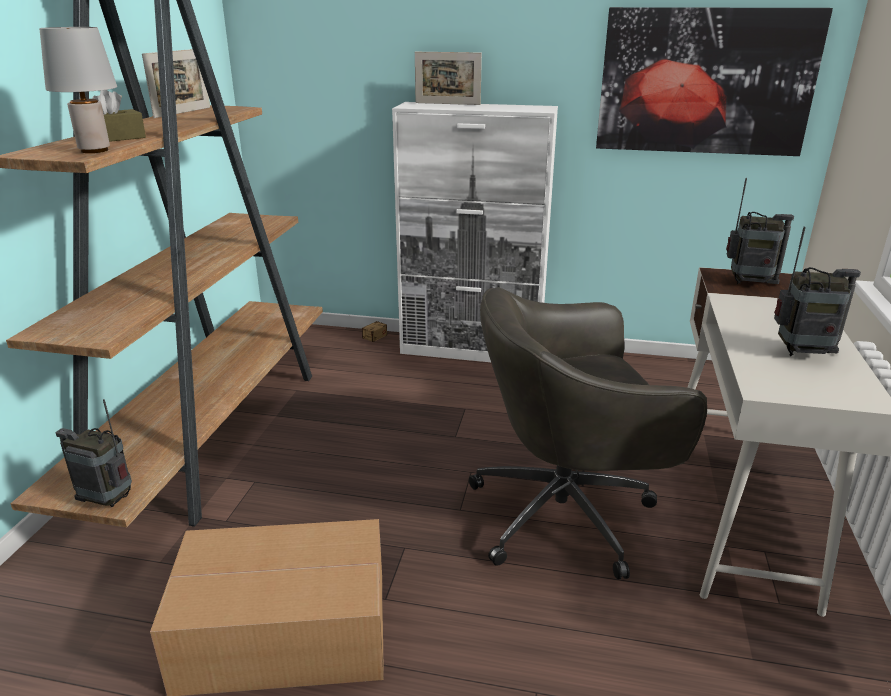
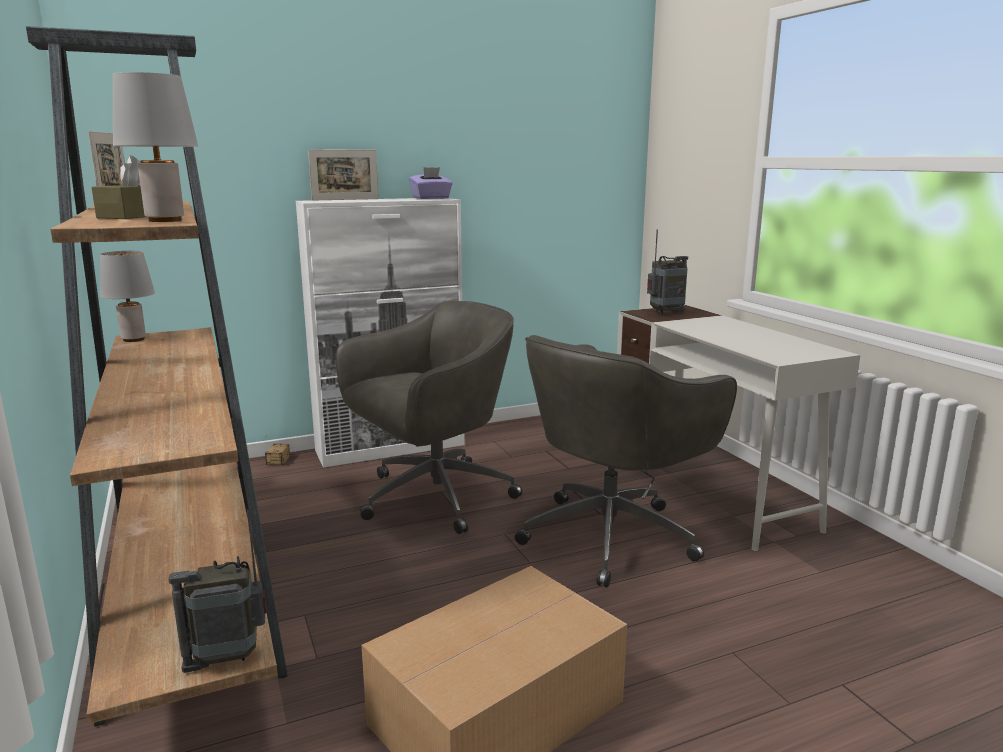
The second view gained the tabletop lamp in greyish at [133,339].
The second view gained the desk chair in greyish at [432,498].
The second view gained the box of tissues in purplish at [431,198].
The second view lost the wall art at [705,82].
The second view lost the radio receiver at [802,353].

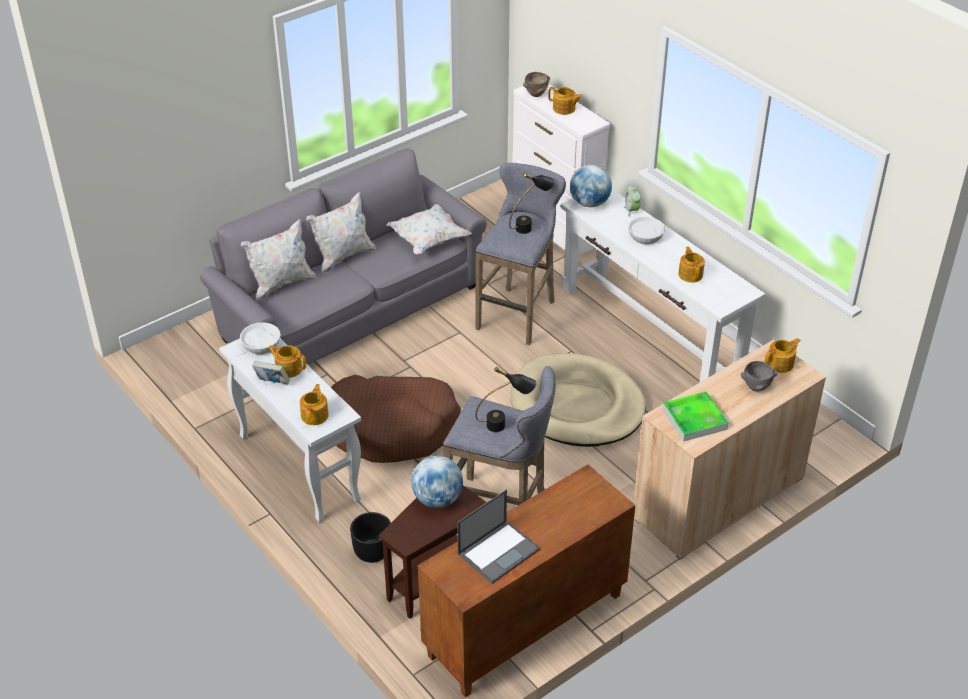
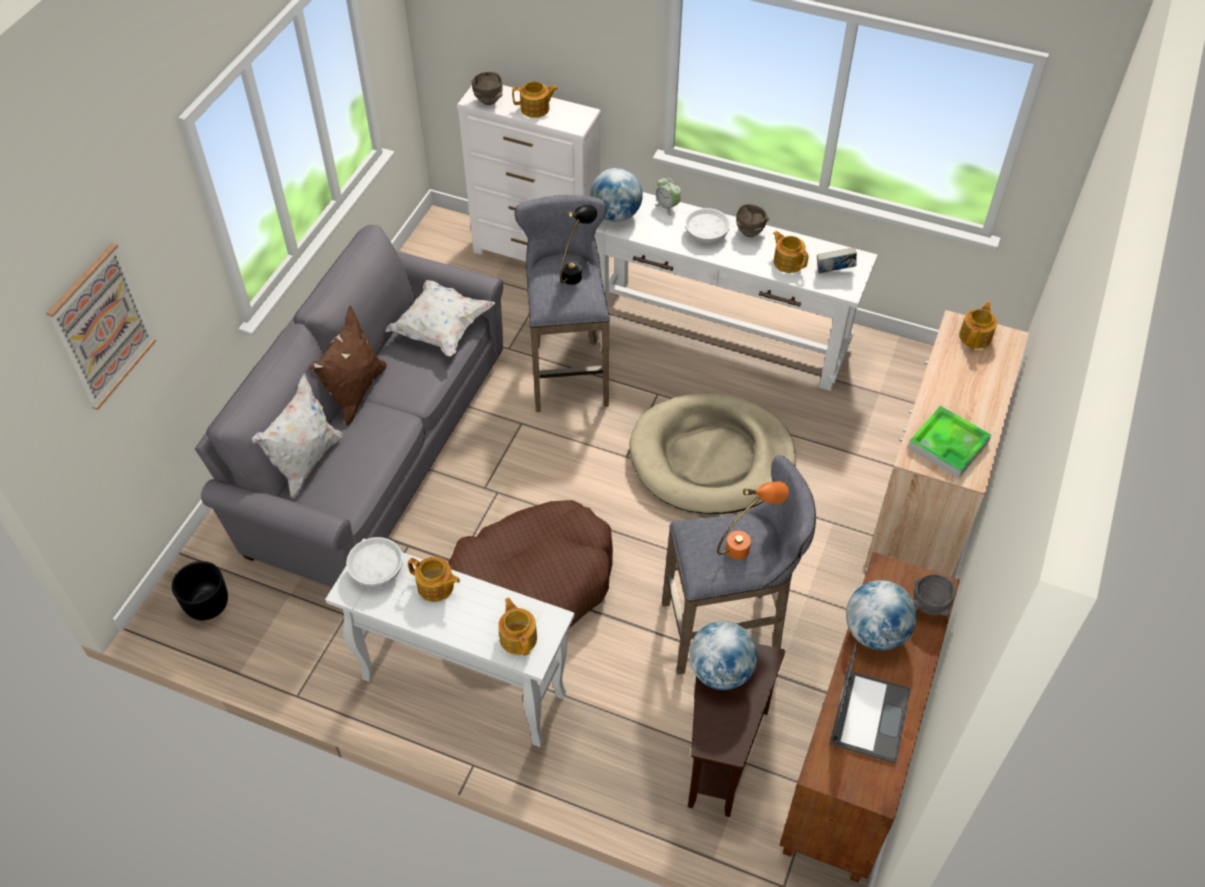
The second view gained the wall art at [102,327].
The plant pot in black-coloured ended up elsewhere, having gone from [373,551] to [207,604].
What was the throw pillow in whitish at [343,256] turned into the throw pillow in brownish at [355,392].
The tea pot at [288,368] ended up facing another way, 150 degrees counterclockwise from before.
What was the tabletop lamp in black-coloured at [505,425] turned into the tabletop lamp in orange at [747,544].
The second view gained the bowl in brownish at [750,233].
The bound book ended up elsewhere, having gone from [272,383] to [834,272].
The second view gained the desk globe at [875,632].
The bowl in greyish ended up elsewhere, having gone from [755,388] to [928,607].

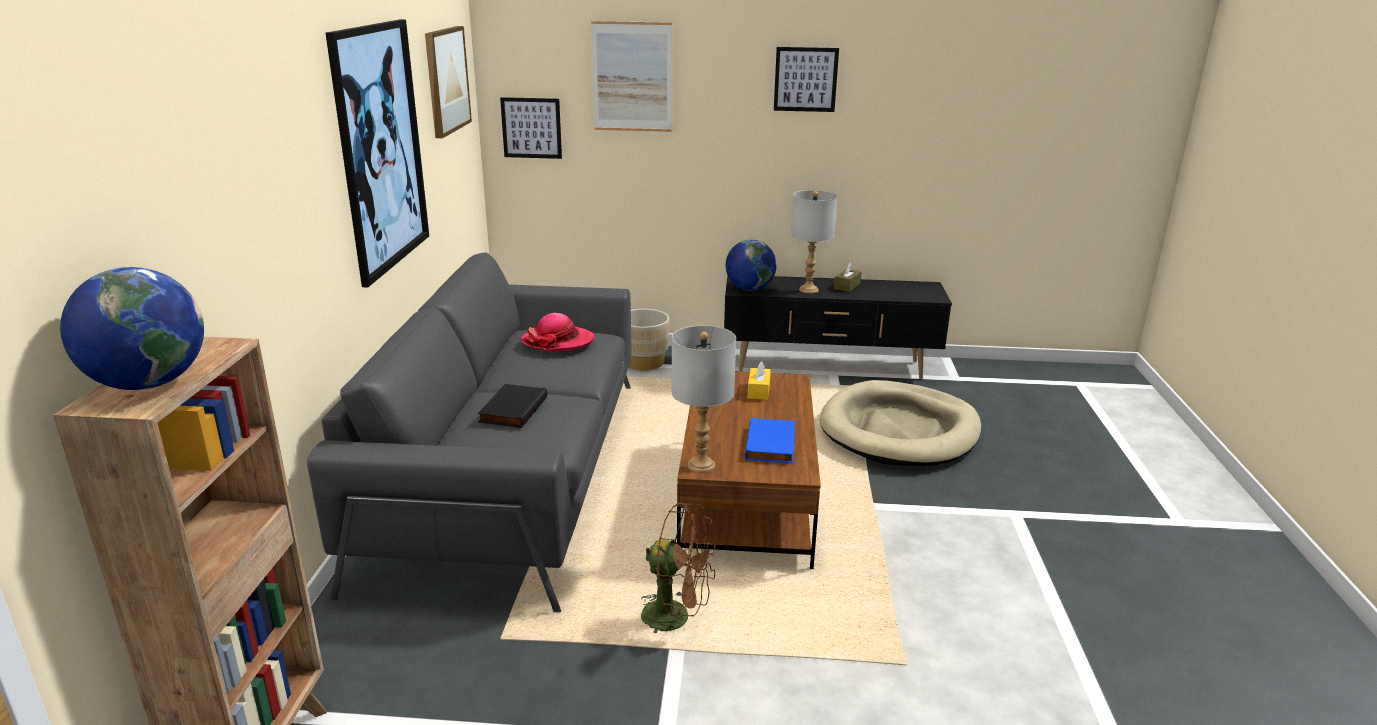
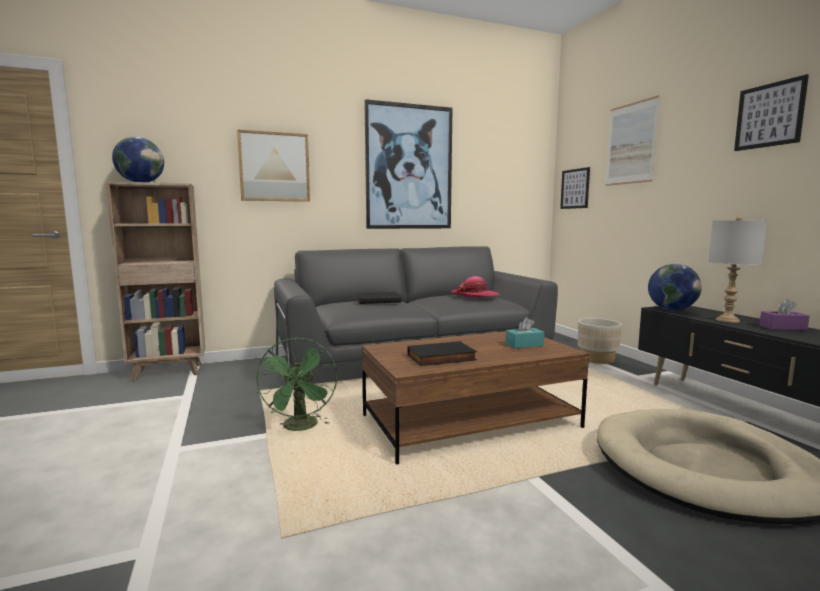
The wall art ended up elsewhere, having gone from [446,80] to [274,167].
What was the electric fan in brownish at [676,618] turned into the electric fan in green-coloured at [301,428].
What was the bound book in bluish at [772,445] turned into the bound book in black-coloured at [441,358].
What was the box of tissues in yellow at [758,391] turned into the box of tissues in turquoise-coloured at [524,345].
What was the box of tissues in brownish at [847,286] turned into the box of tissues in purplish at [782,327].
The second view lost the tabletop lamp in greyish at [701,465].

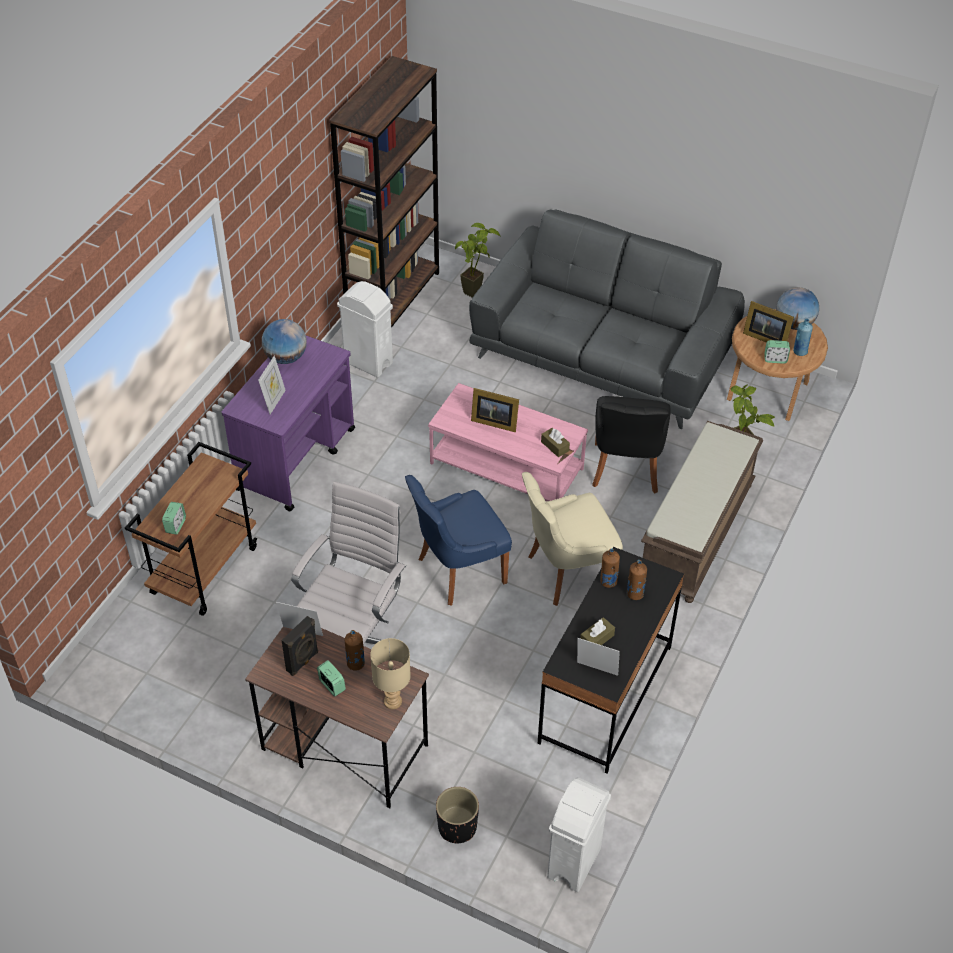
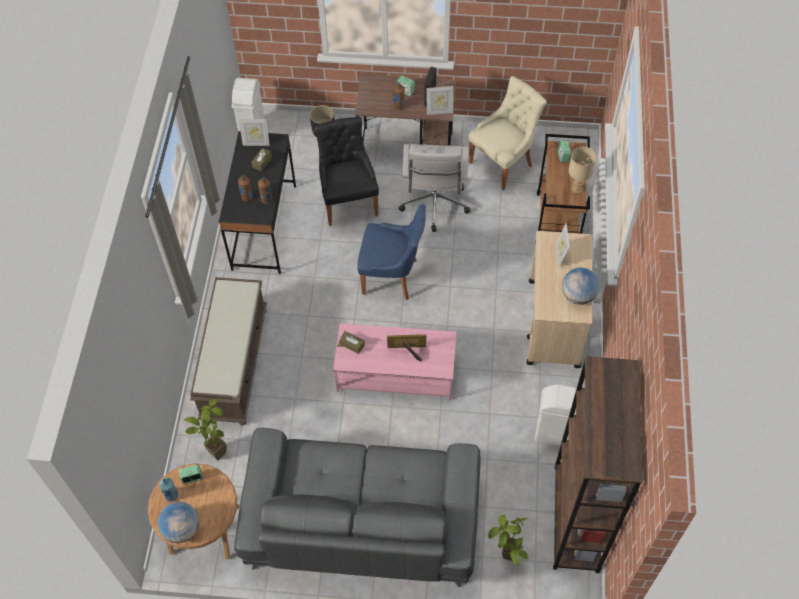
The upright chair in black-coloured ended up elsewhere, having gone from [626,470] to [348,201].
The upright chair in bluish at [458,571] ended up facing another way, 60 degrees clockwise from before.
The upright chair in beige ended up elsewhere, having gone from [566,572] to [503,163].
What was the trolley in purplish at [296,458] turned into the trolley in beige at [553,324].
The tabletop lamp in beige ended up elsewhere, having gone from [393,701] to [576,189].
The second view lost the picture frame at [764,337].

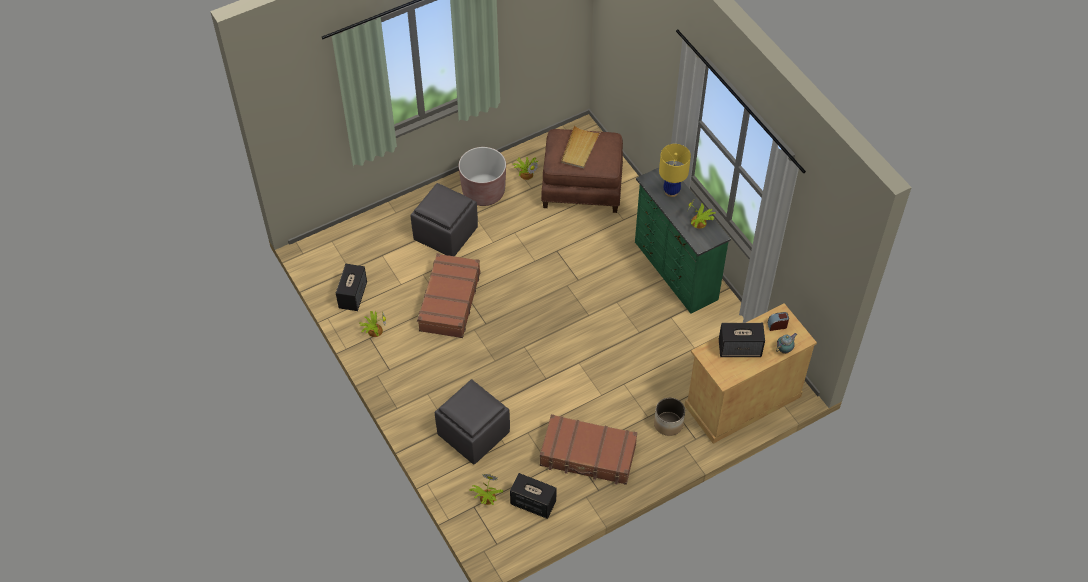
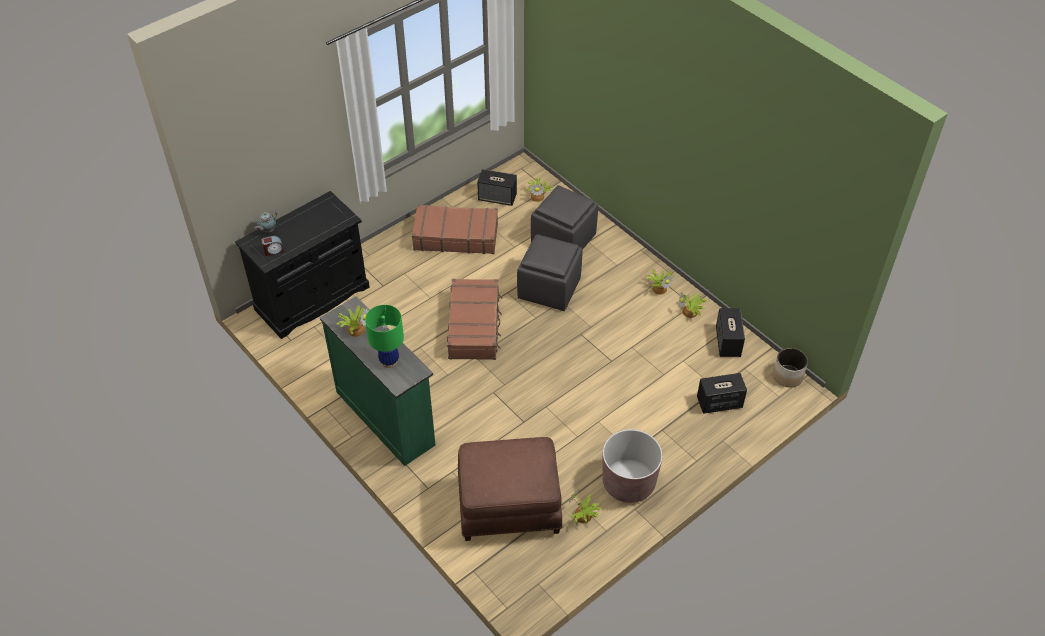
What was the cabinet in beige at [742,400] turned into the cabinet in black-coloured at [312,298].
What was the tabletop lamp in yellow at [671,191] turned into the tabletop lamp in green-coloured at [389,361].
The suitcase in brownish ended up elsewhere, having gone from [449,301] to [474,326].
The pouffe in greyish ended up elsewhere, having gone from [445,234] to [550,288].
The second view gained the potted plant at [659,288].
The audio speaker ended up elsewhere, having gone from [740,348] to [719,403].
The plant pot ended up elsewhere, having gone from [668,424] to [787,376].
The second view lost the carrying tray in beige at [579,148].

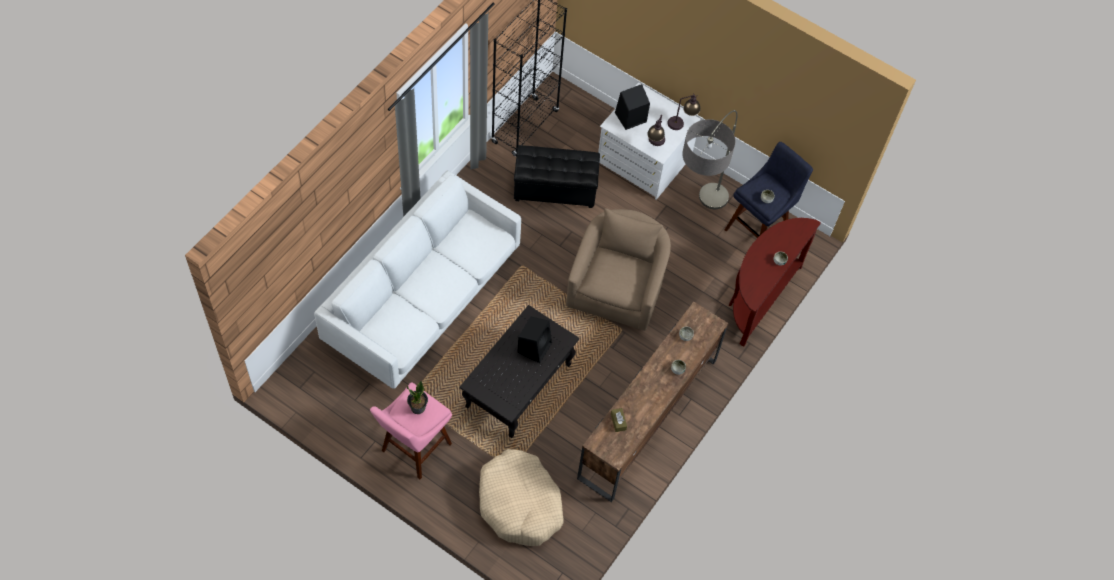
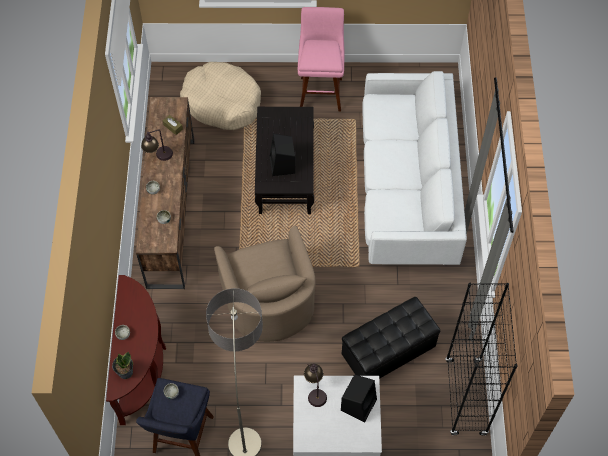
The potted plant ended up elsewhere, having gone from [418,407] to [125,372].
The tabletop lamp ended up elsewhere, having gone from [682,123] to [158,157].

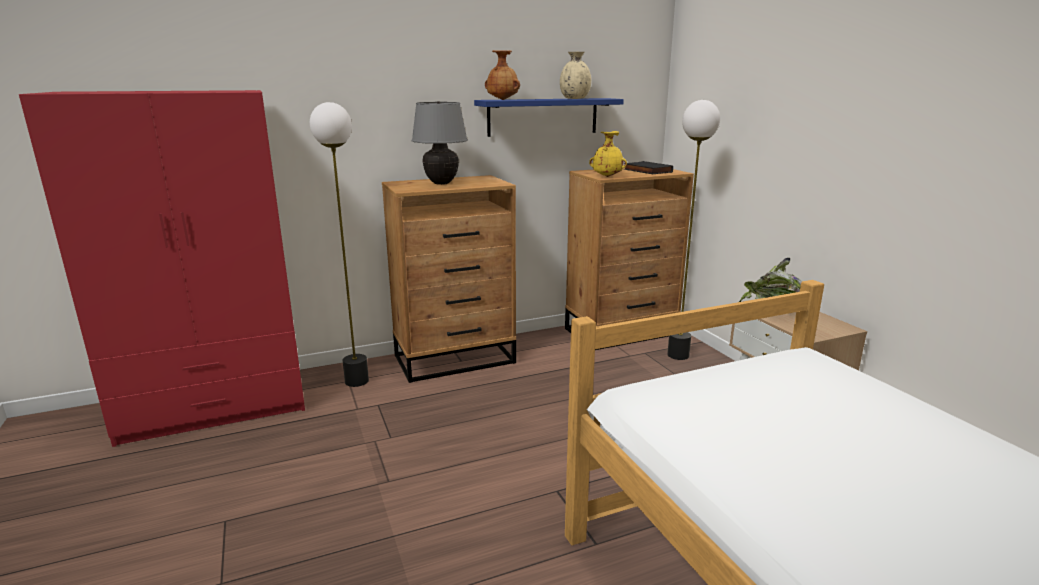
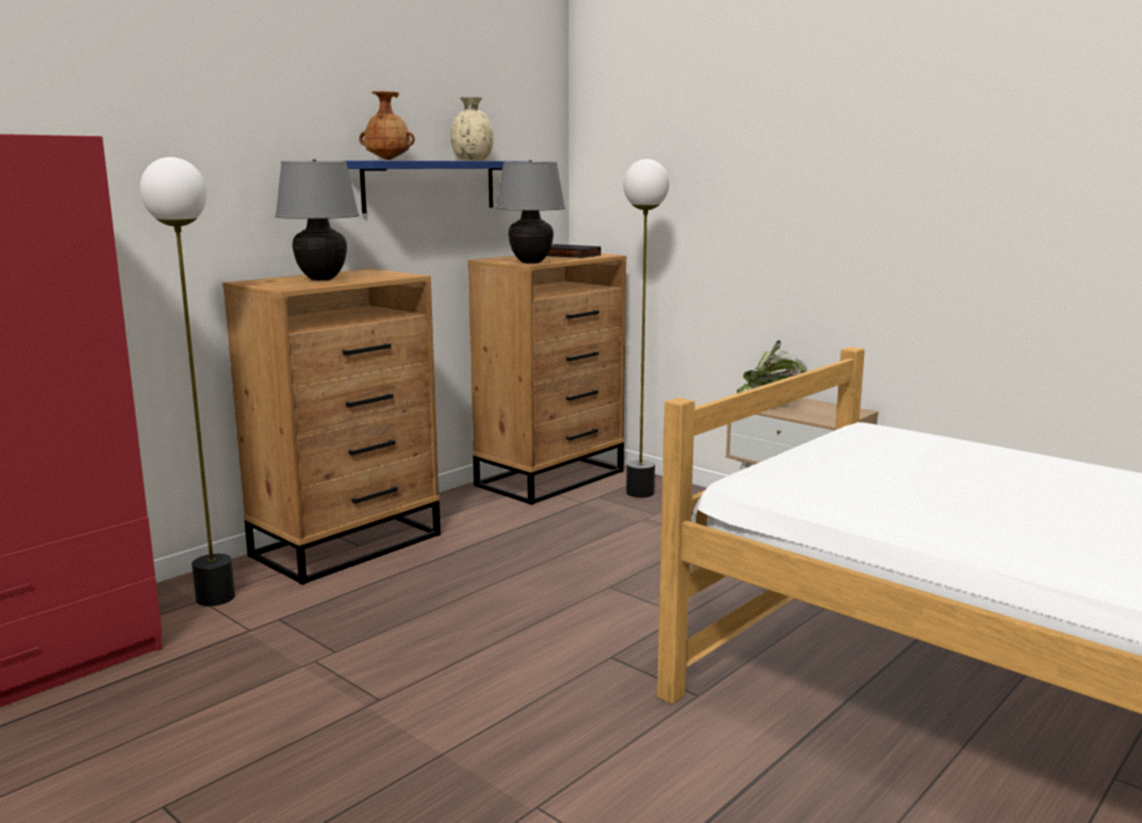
Where the vase in yellow stood at [607,176], the tabletop lamp in greyish came to stand at [531,262].

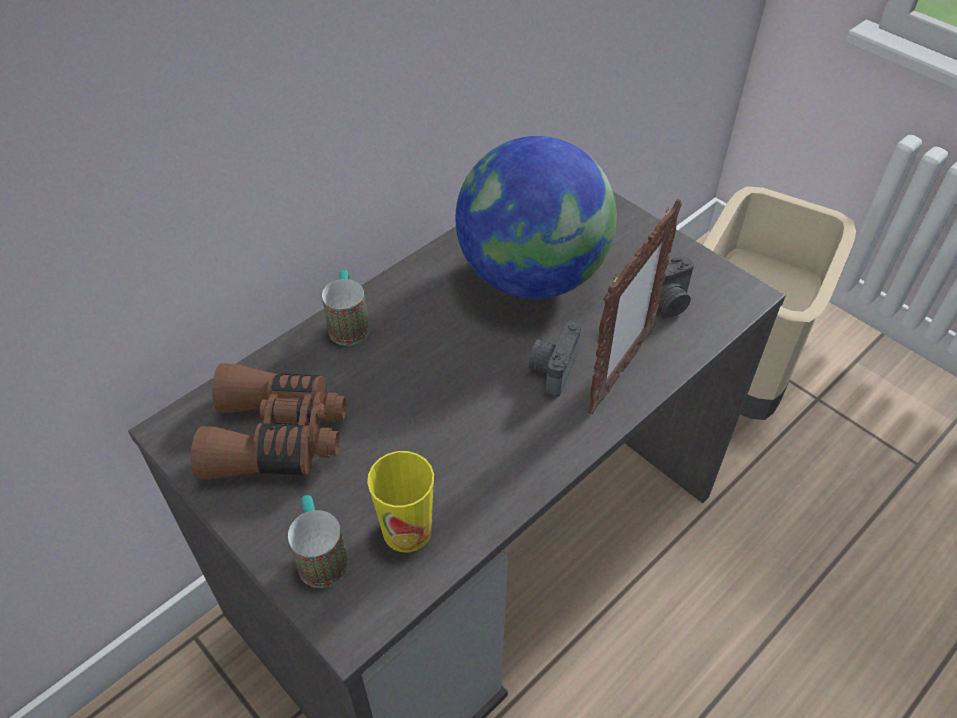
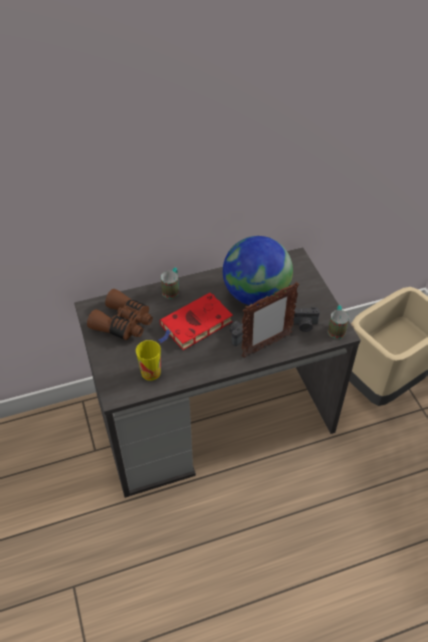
The second view gained the bound book in red at [195,325].
The mug ended up elsewhere, having gone from [320,554] to [336,328].

